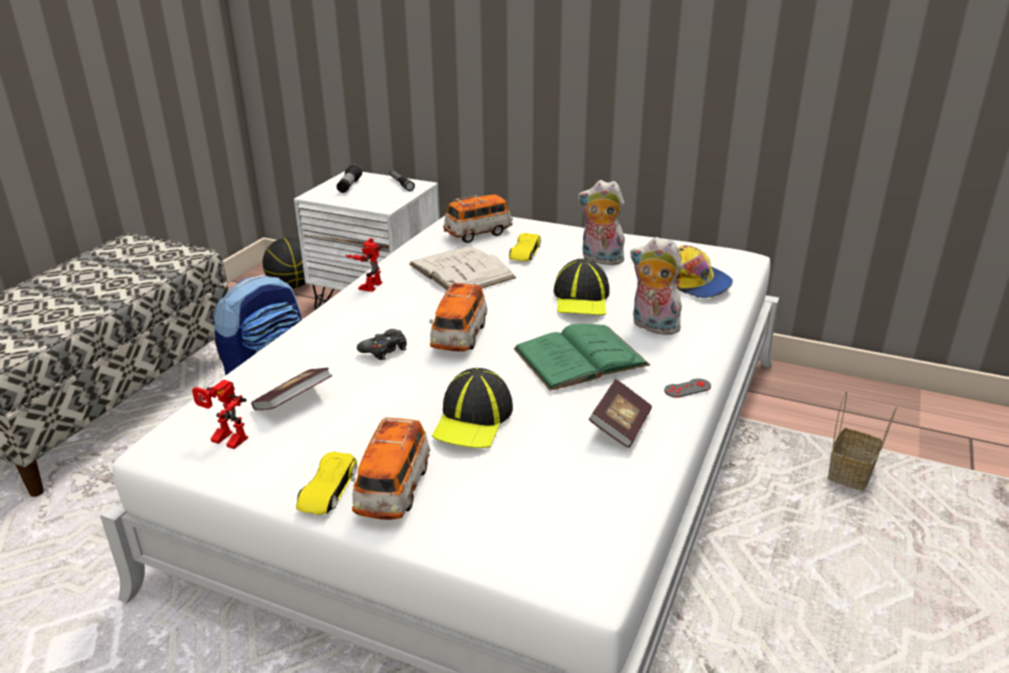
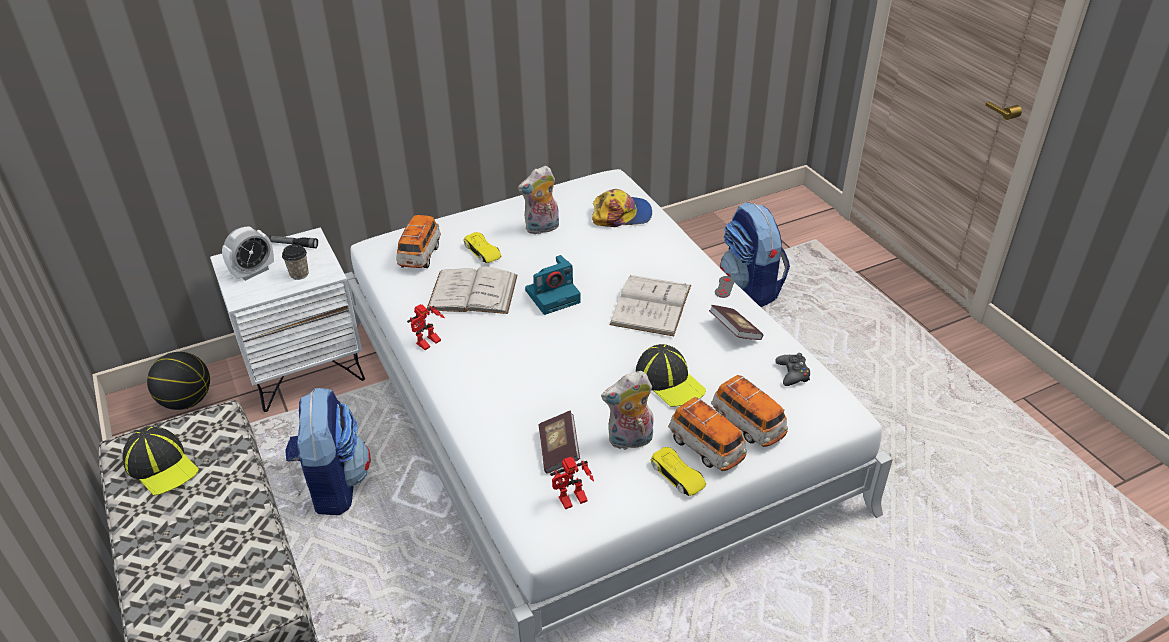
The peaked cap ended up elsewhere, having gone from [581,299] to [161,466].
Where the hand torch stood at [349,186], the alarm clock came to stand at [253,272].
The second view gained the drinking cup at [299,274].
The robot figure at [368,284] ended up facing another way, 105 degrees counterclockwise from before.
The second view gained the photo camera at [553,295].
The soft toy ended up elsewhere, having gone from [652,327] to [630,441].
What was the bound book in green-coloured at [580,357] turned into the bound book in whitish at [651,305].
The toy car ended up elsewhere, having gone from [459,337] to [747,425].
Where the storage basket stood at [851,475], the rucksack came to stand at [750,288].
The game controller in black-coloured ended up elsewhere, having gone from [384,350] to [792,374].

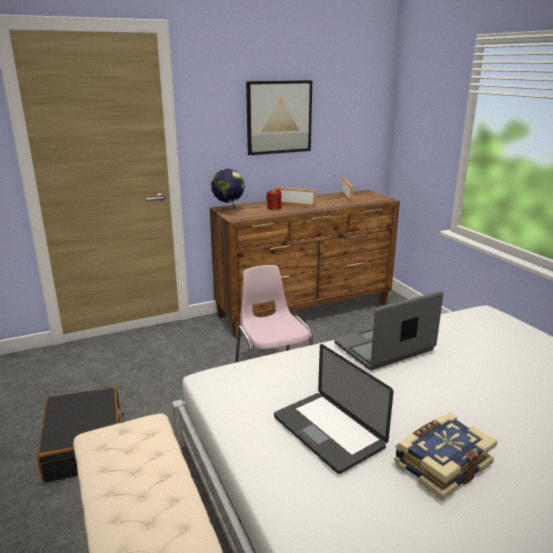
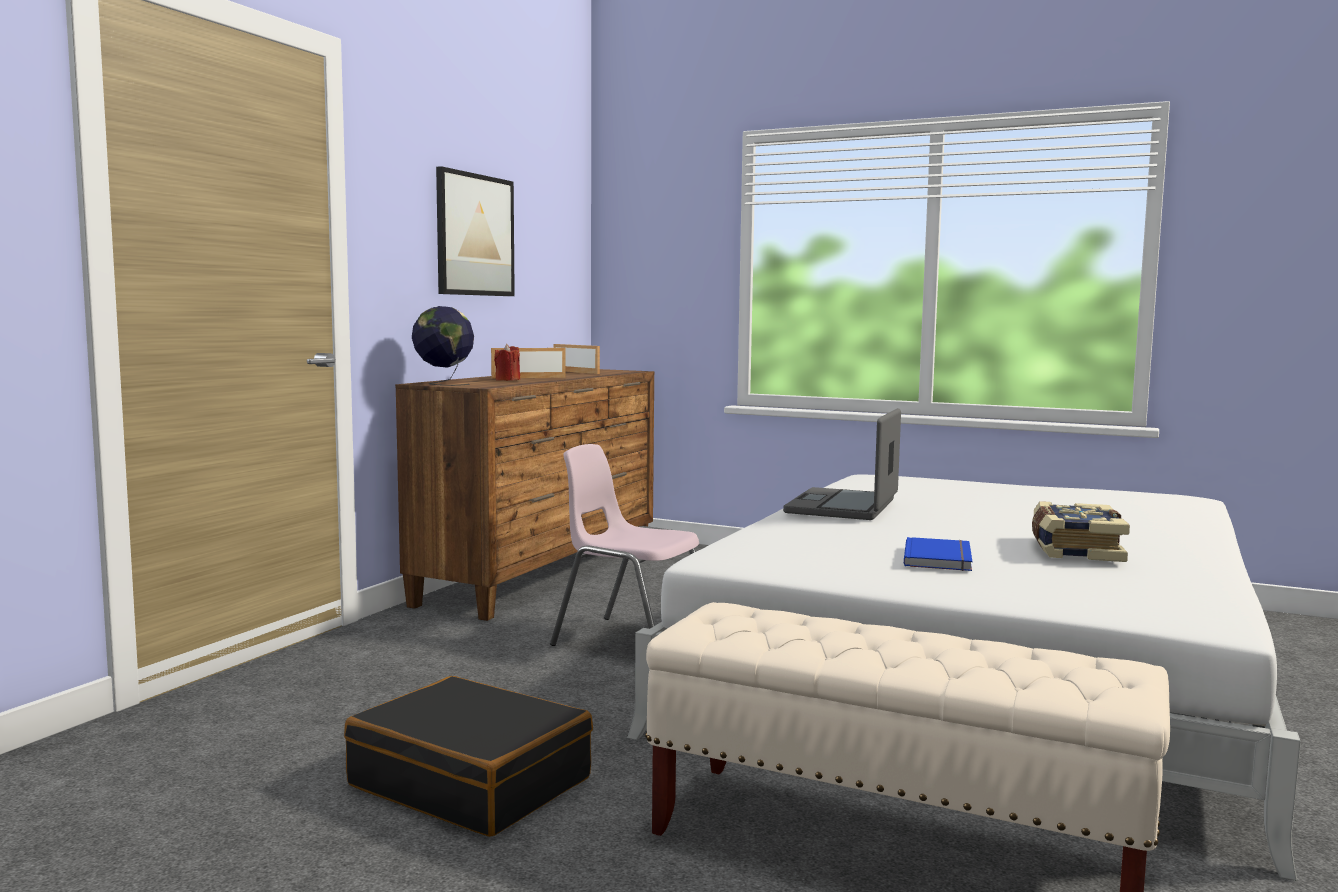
Where the notebook computer stood at [328,432], the bound book in bluish came to stand at [940,558].

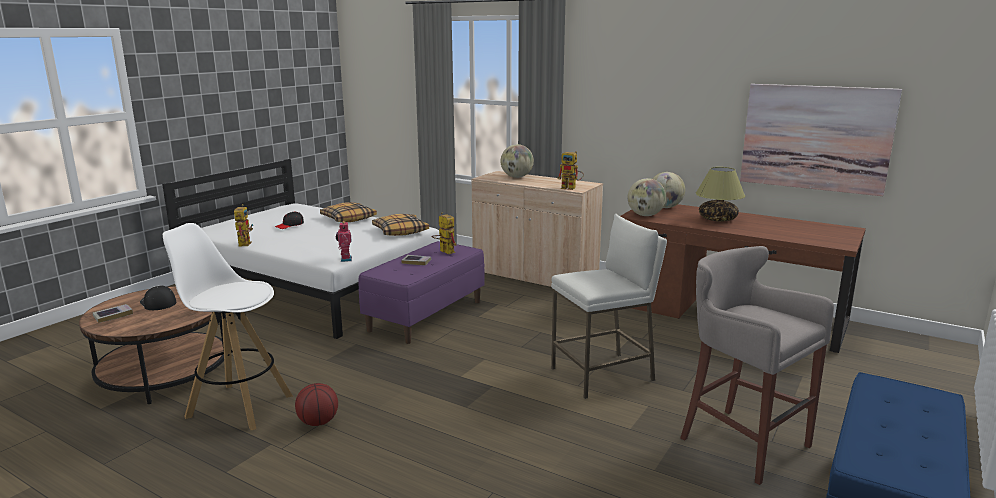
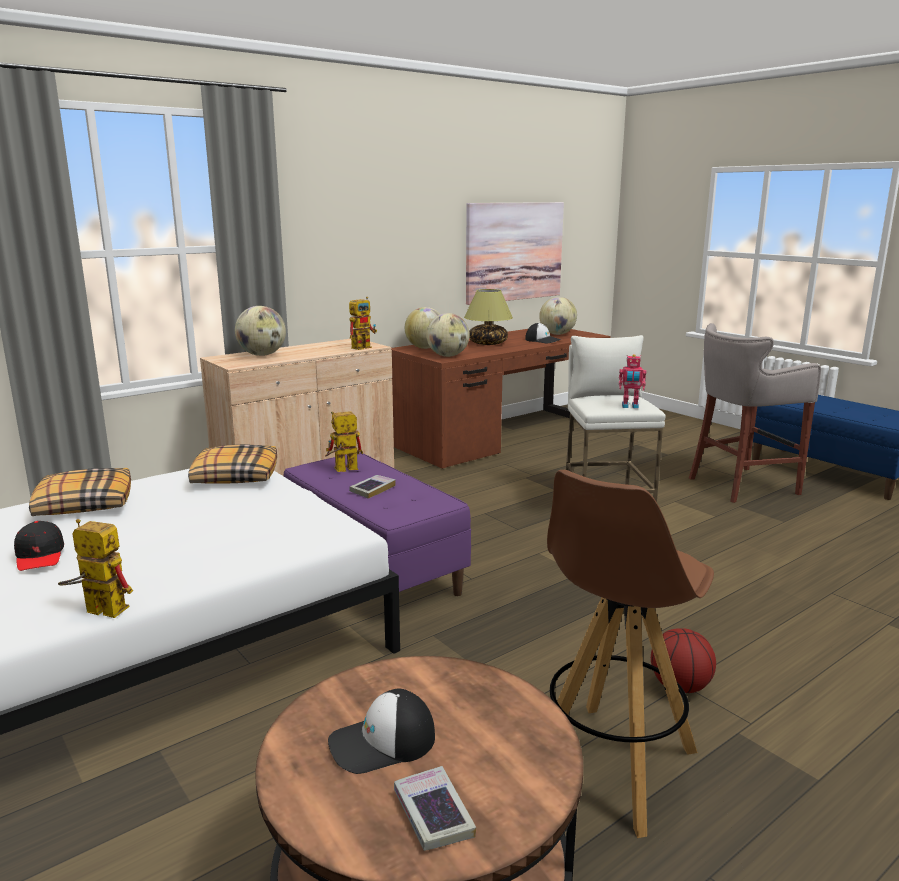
The second view gained the peaked cap at [543,340].
The second view gained the desk globe at [557,334].
What was the stool in whitish at [238,406] turned into the stool in brownish at [611,766].
The robot figure ended up elsewhere, having gone from [345,259] to [630,406].

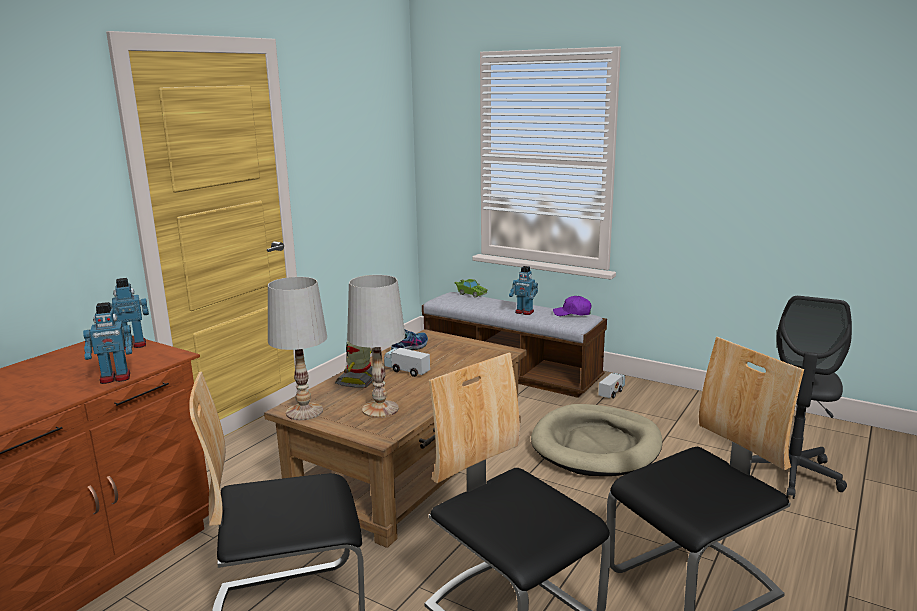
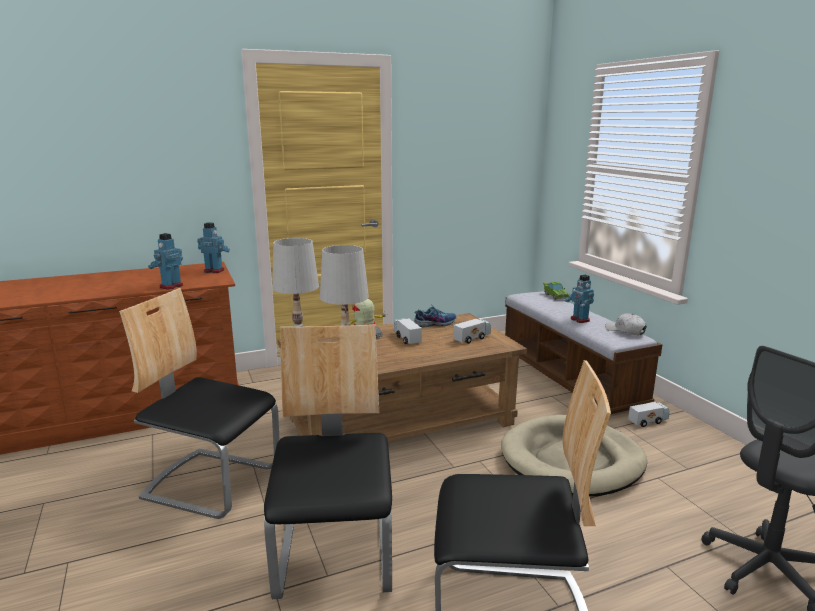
The robot figure at [115,378] ended up facing another way, 105 degrees clockwise from before.
The second view gained the toy truck at [472,338].
What was the peaked cap in purplish at [572,313] turned into the peaked cap in whitish at [625,331].

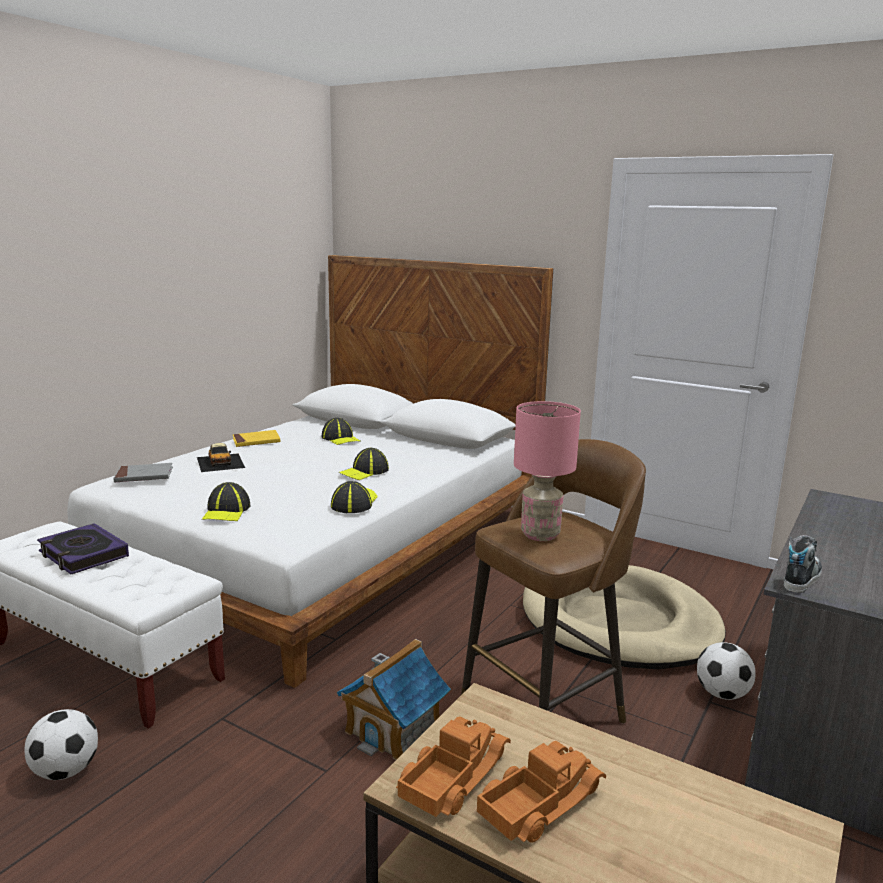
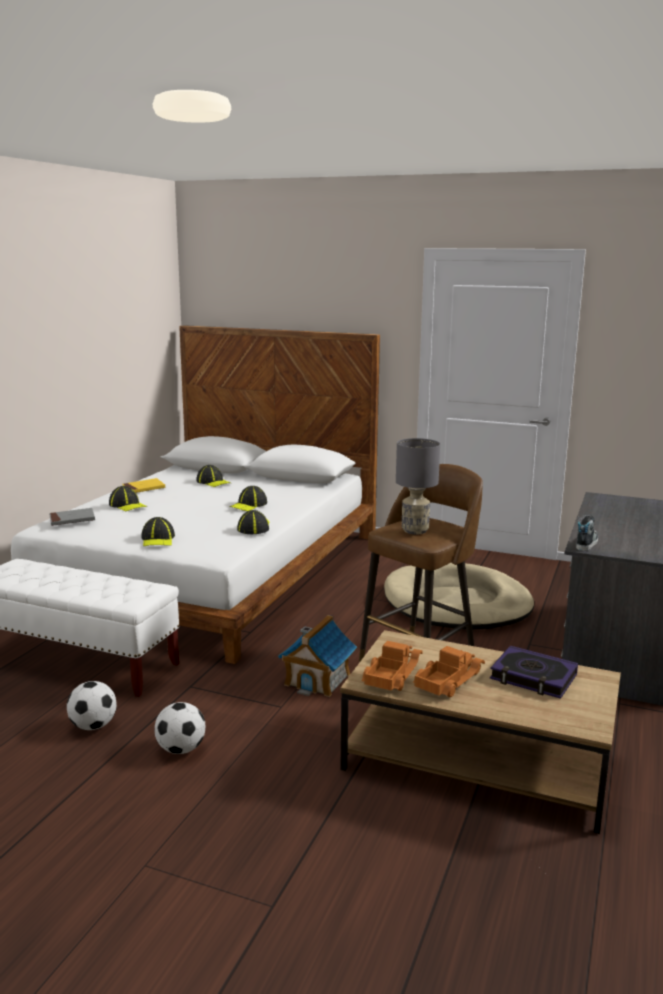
Where the toy car stood at [220,462], the peaked cap came to stand at [128,505].
The football ended up elsewhere, having gone from [722,694] to [180,749].
What was the tabletop lamp in pink at [540,534] turned into the tabletop lamp in greyish at [414,530].
The bound book ended up elsewhere, having gone from [83,554] to [533,677].

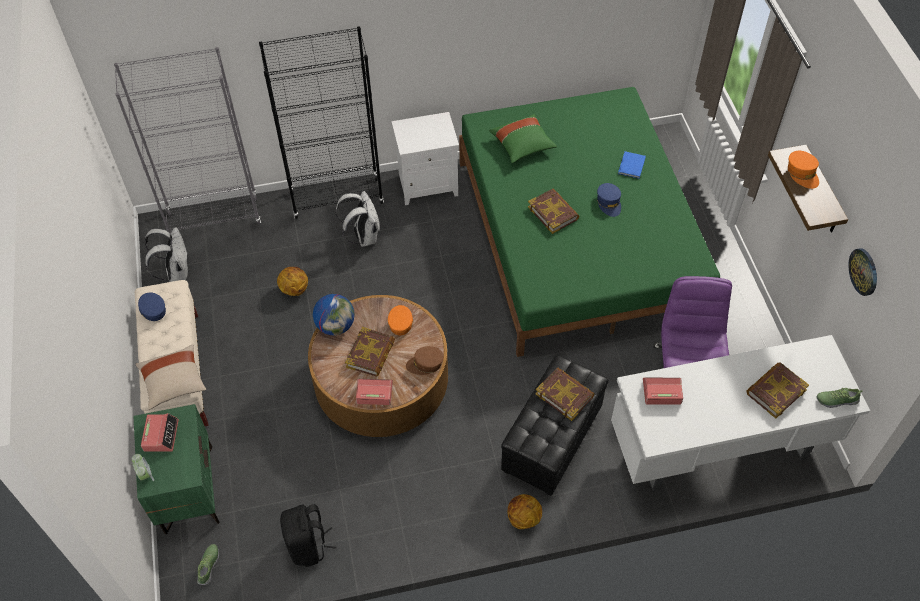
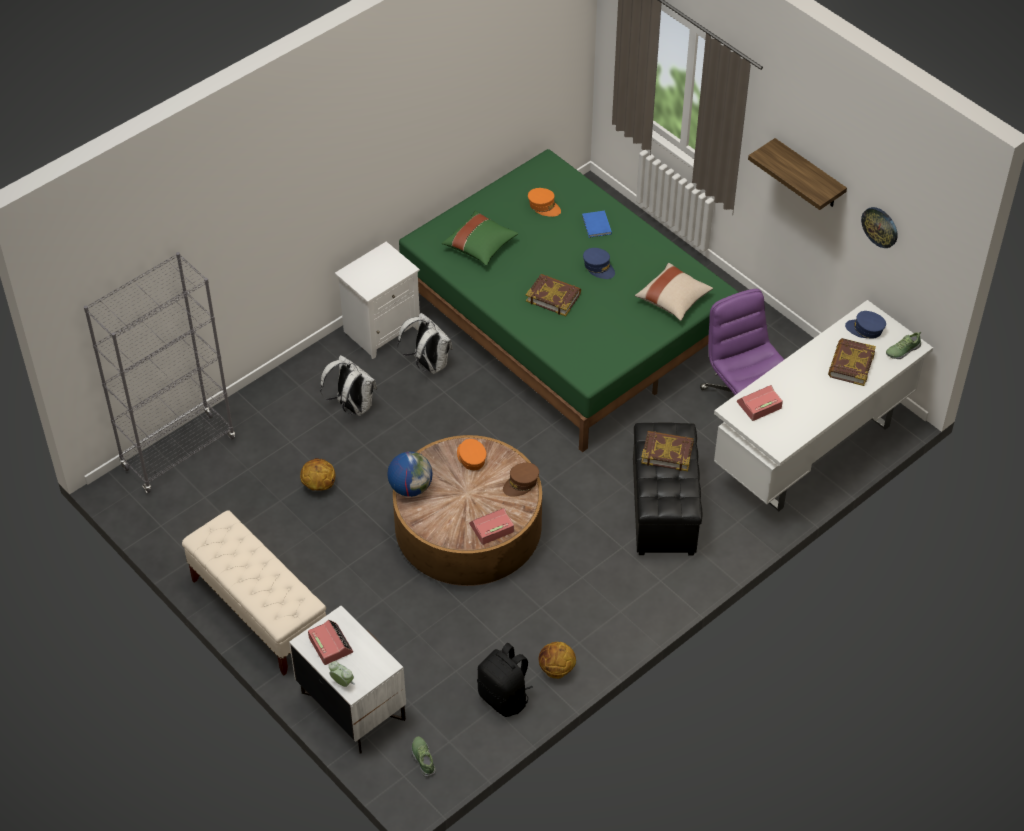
What was the bedside table in green-coloured at [187,489] turned into the bedside table in whitish at [352,706].
The rucksack in whitish ended up elsewhere, having gone from [176,272] to [428,364].
The peaked cap in orange ended up elsewhere, having gone from [802,173] to [544,206].
The ball for basketball ended up elsewhere, having gone from [523,518] to [556,669].
The throw pillow in beige ended up elsewhere, having gone from [174,383] to [673,300].
The peaked cap in bluish ended up elsewhere, having gone from [152,309] to [865,329].
The second view lost the bookshelf in black-coloured at [337,198].
The second view lost the bound book at [371,354].

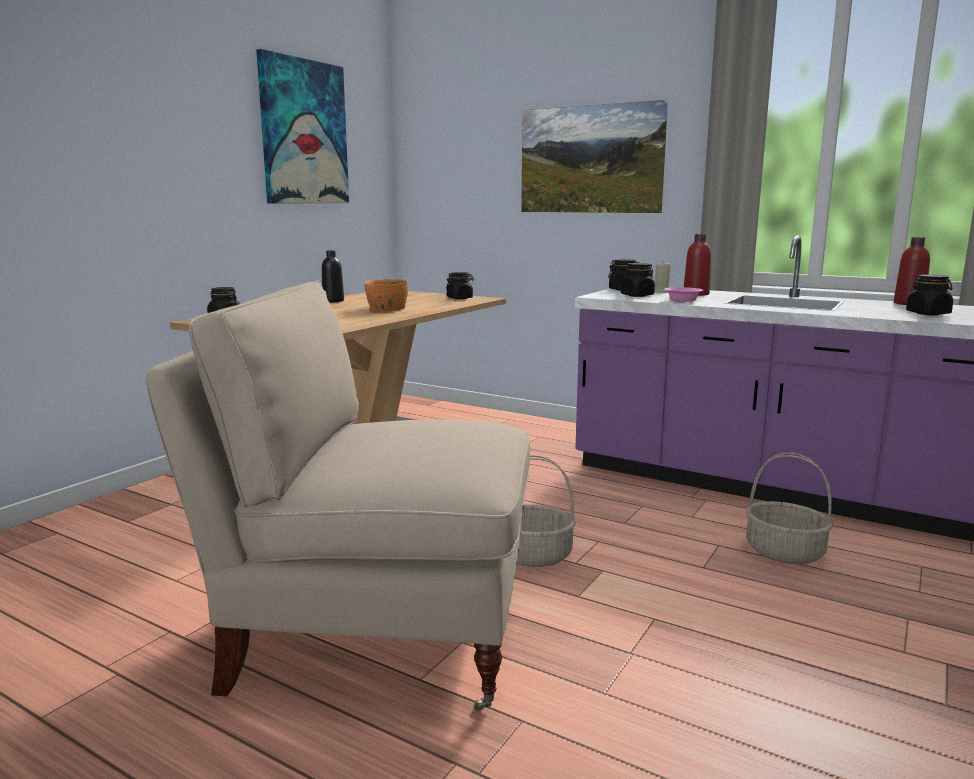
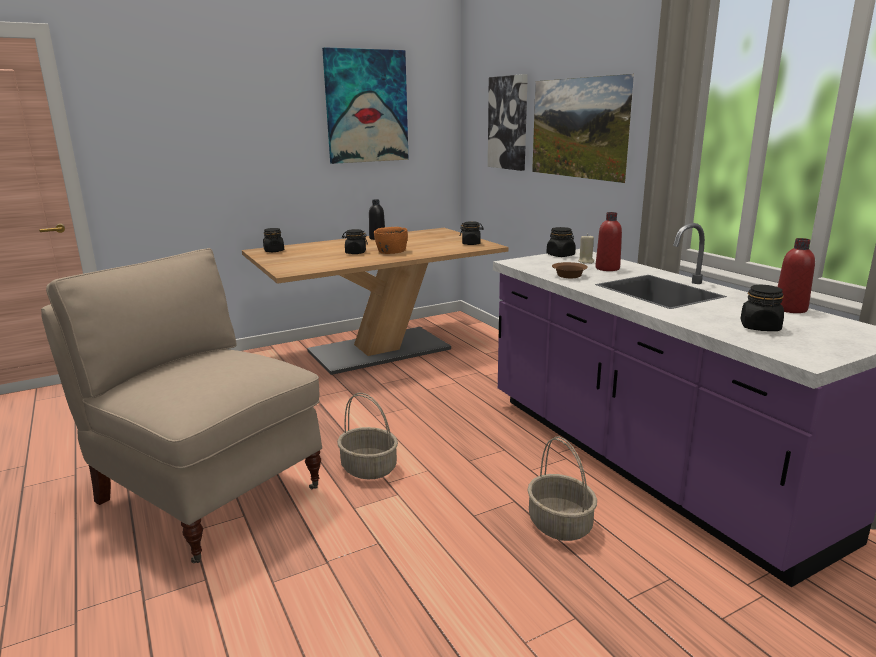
The storage jar in black-coloured ended up elsewhere, having gone from [637,295] to [355,253].
The second view gained the wall art at [508,123].
What was the bowl in pink at [682,300] turned into the bowl in brownish at [568,276].

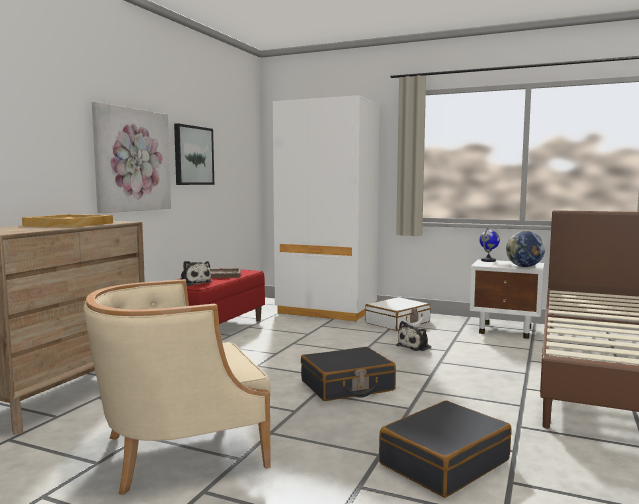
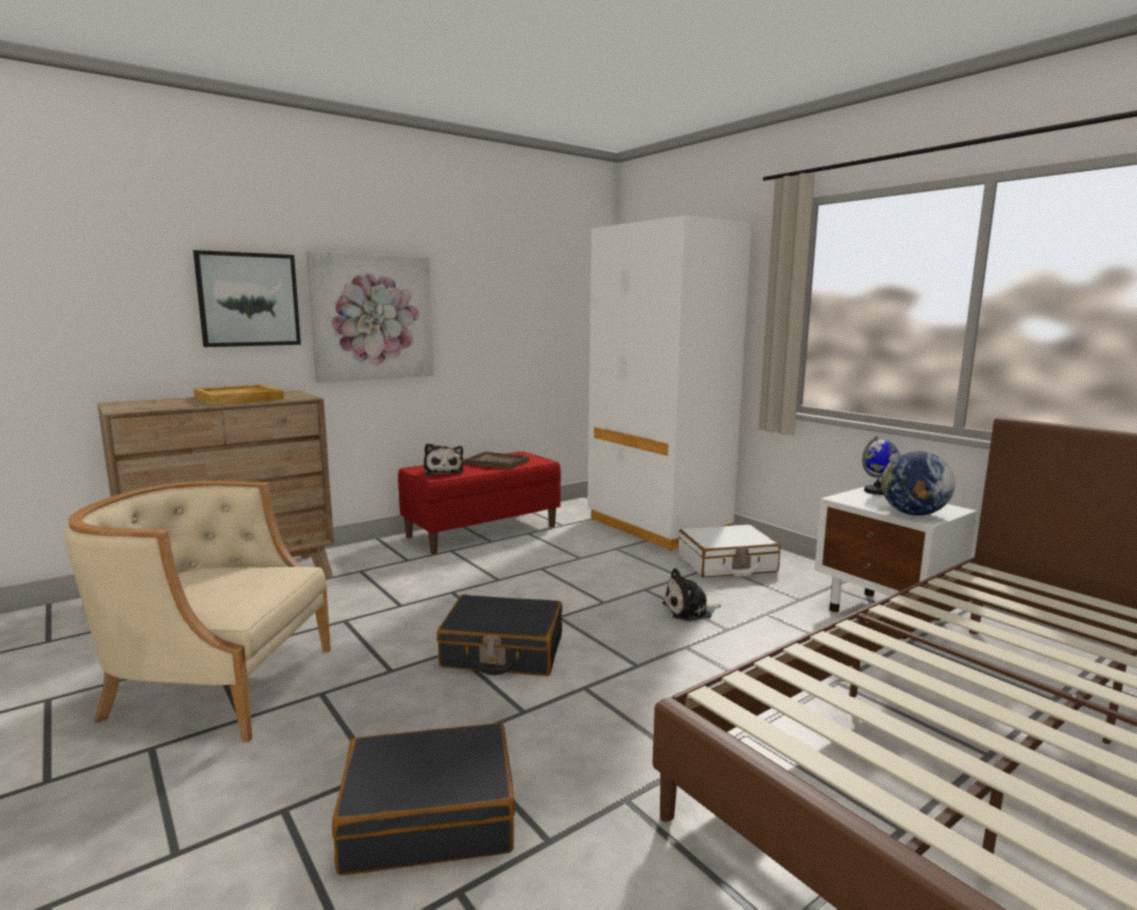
The wall art ended up elsewhere, having gone from [193,155] to [248,299].

